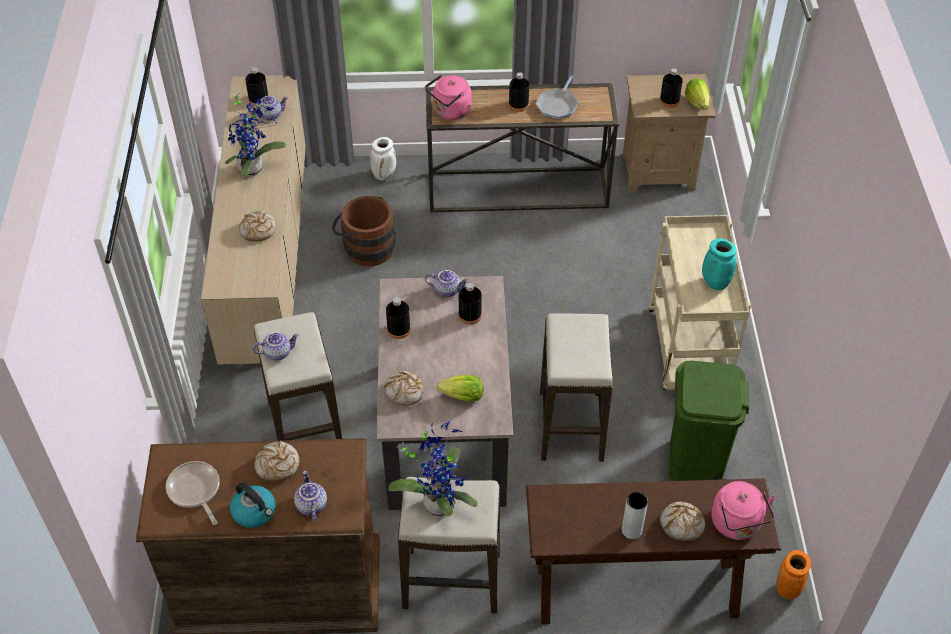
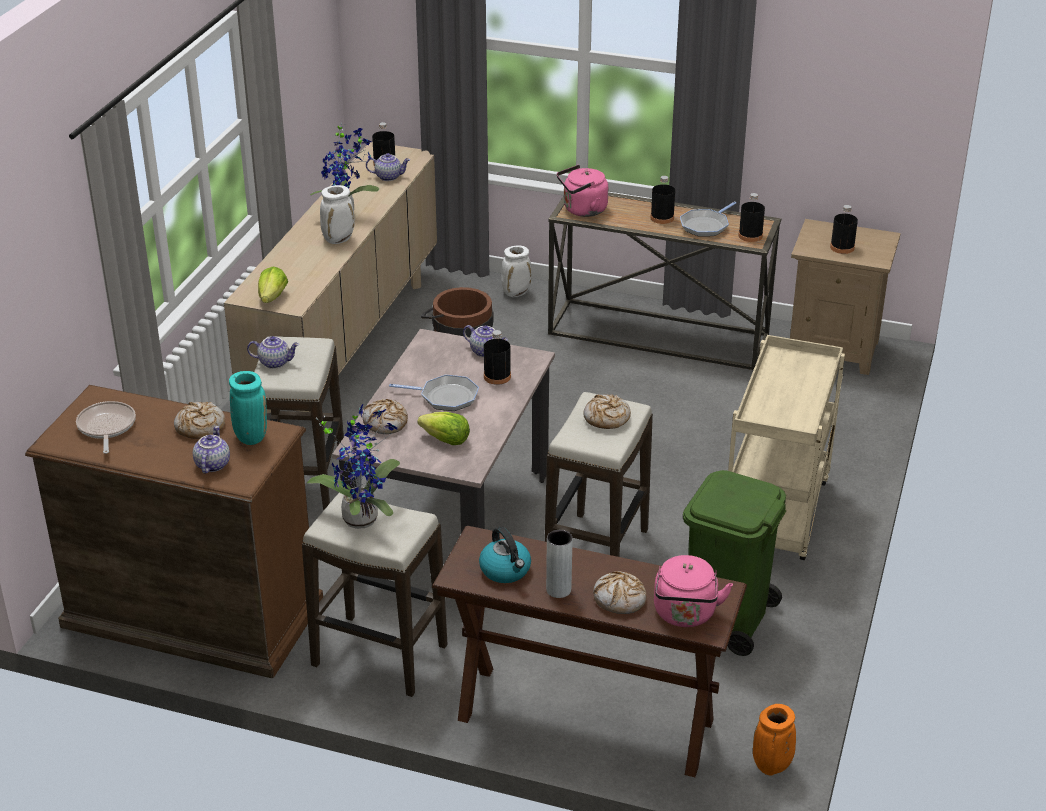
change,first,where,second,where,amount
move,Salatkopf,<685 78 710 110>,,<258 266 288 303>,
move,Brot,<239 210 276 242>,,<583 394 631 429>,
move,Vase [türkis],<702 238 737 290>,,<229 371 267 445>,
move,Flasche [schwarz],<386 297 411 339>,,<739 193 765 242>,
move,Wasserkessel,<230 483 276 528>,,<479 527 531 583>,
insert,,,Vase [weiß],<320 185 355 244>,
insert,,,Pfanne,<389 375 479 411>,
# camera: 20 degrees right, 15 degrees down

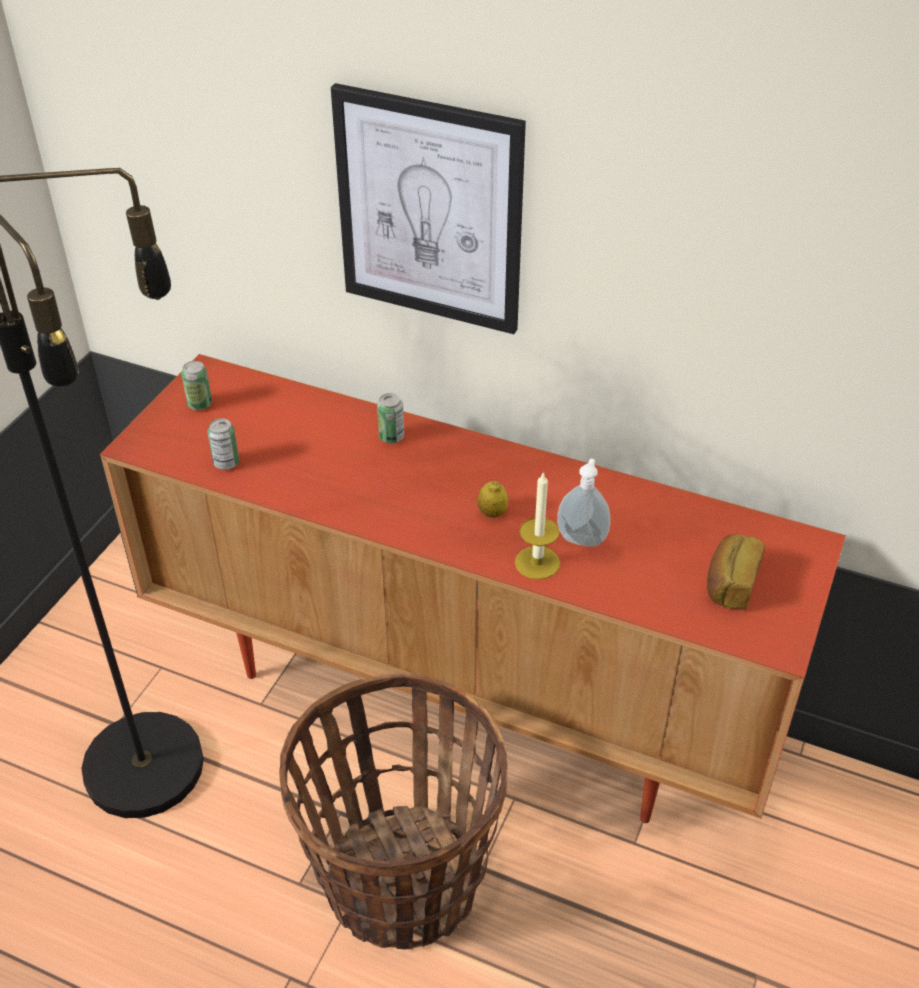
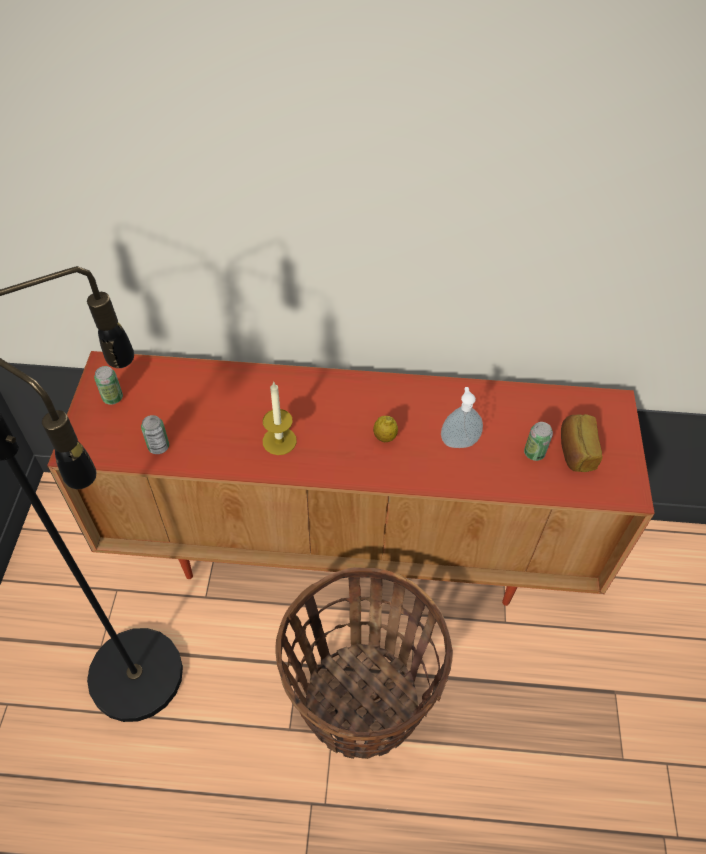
change,first,where,second,where,amount
delete,Bild,<331 83 526 334>,,,
move,Dose,<377 393 404 443>,,<524 422 553 461>,
move,Kerze,<515 471 560 580>,,<263 381 297 455>,
# camera: 20 degrees left, 10 degrees up

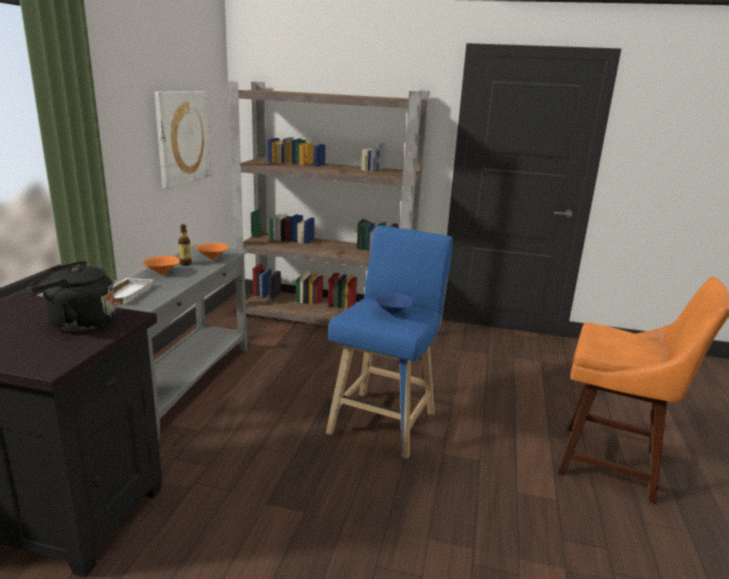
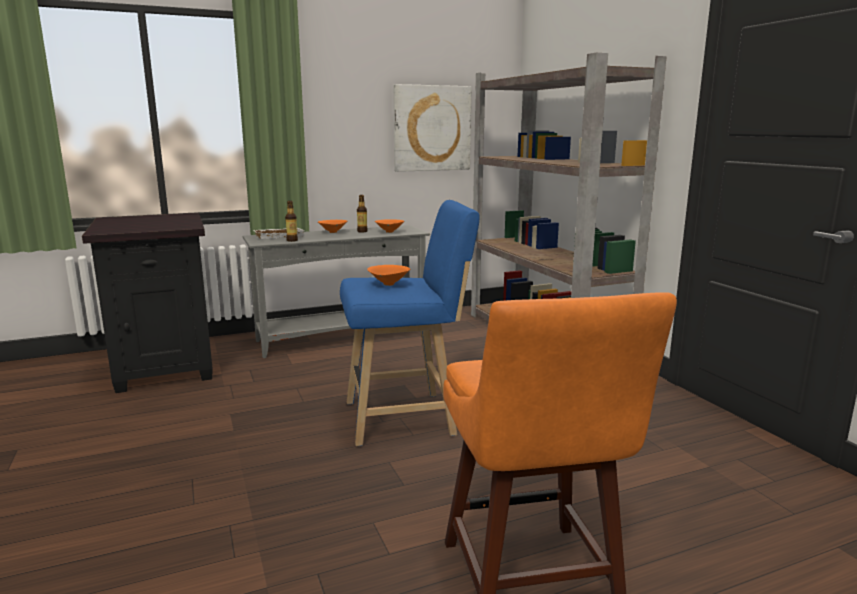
change,first,where,second,where,amount
delete,Wasserkessel [schwarz],<28 261 116 332>,,,
recolor,Schüssel [blau],<374 293 413 315>,Schüssel [orange],<367 265 410 286>,
insert,,,Flasche,<285 201 298 242>,
# camera: 55 degrees right, 5 degrees down

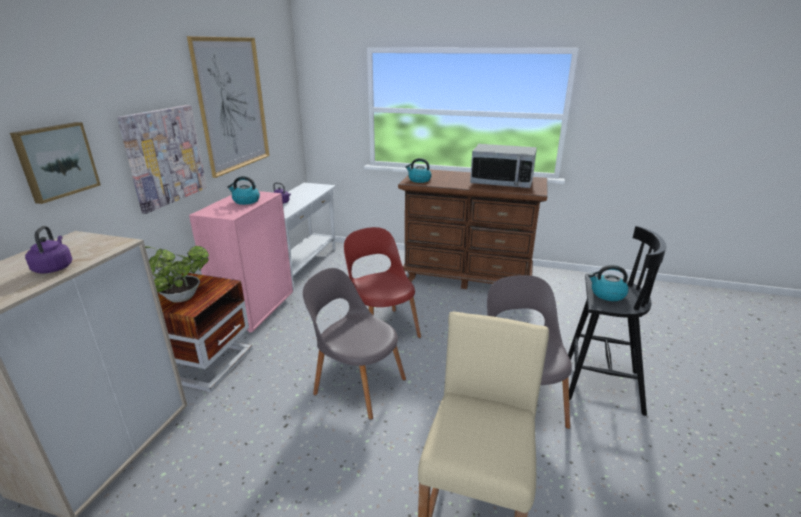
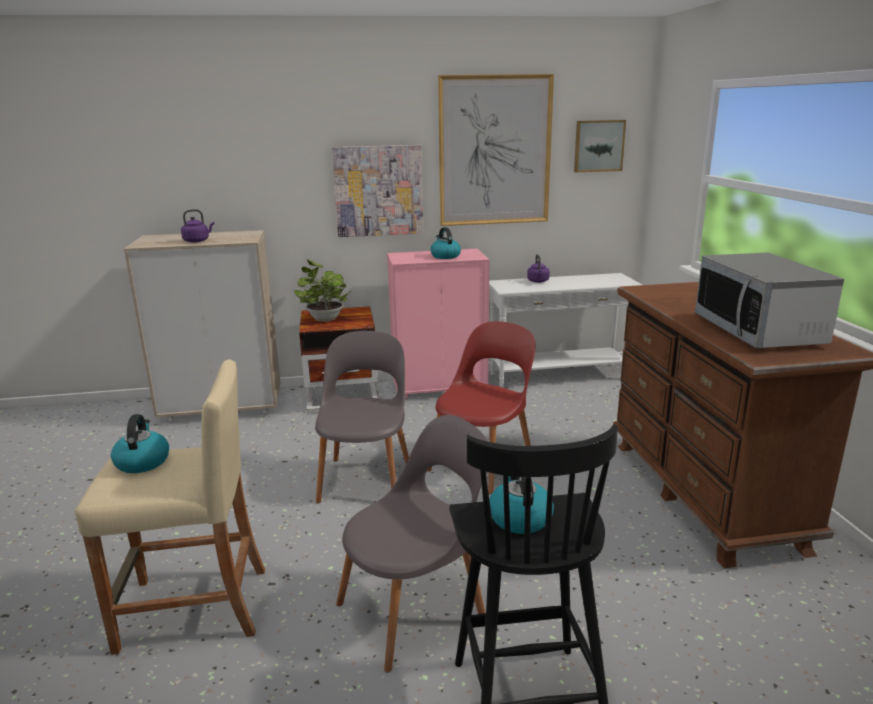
change,first,where,second,where,amount
move,Bild,<10 122 101 204>,,<574 120 626 172>,
move,Wasserkessel,<406 158 432 183>,,<111 414 169 473>,
# camera: 65 degrees right, 5 degrees down

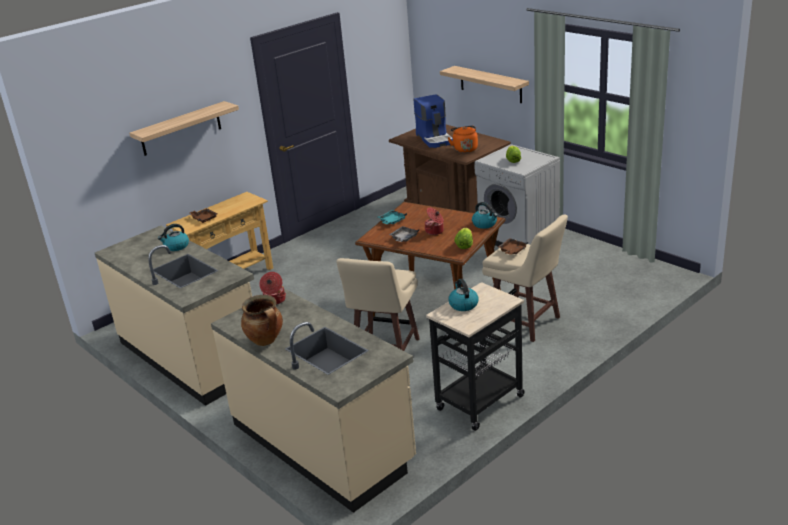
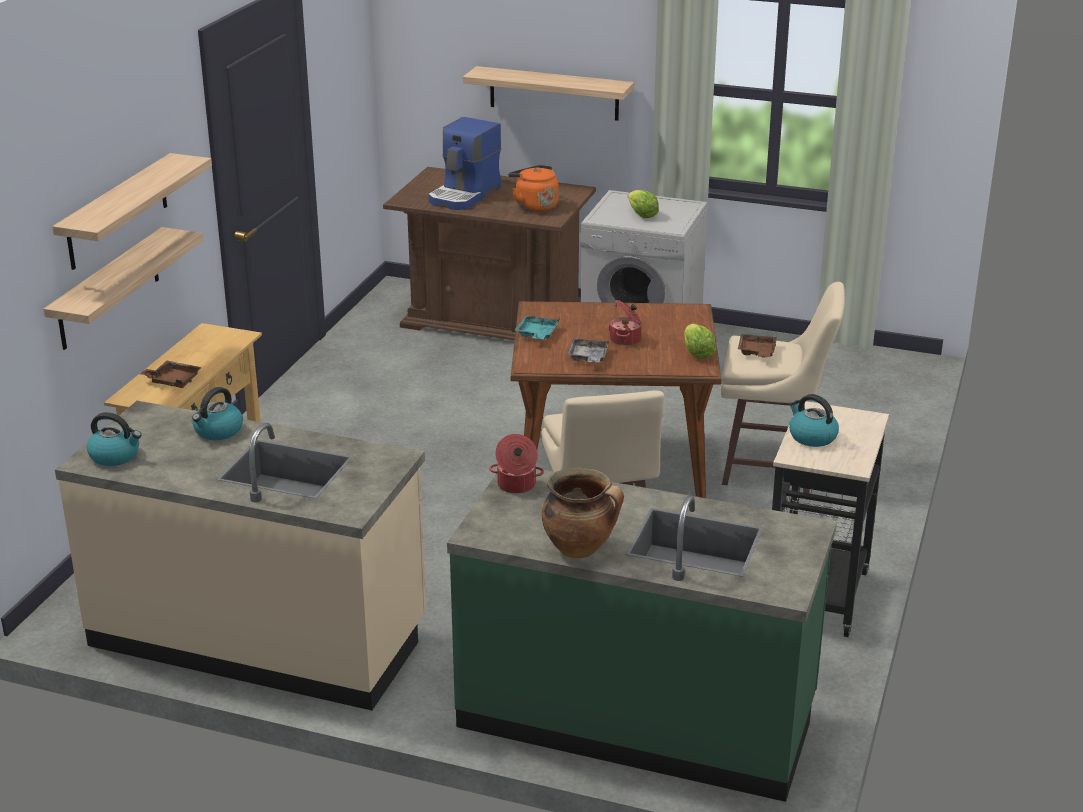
change,first,where,second,where,amount
rotate,Kaffeemaschine,<414 94 453 148>,,<428 117 501 210>,75 degrees clockwise
move,Wasserkessel,<472 202 498 229>,,<87 412 141 466>,
recolor,Küchenzeile [beige],<211 289 416 513>,Küchenzeile [grün],<447 469 837 802>,
insert,,,Wandregal,<44 227 203 350>,
# camera: 30 degrees left, 0 degrees up

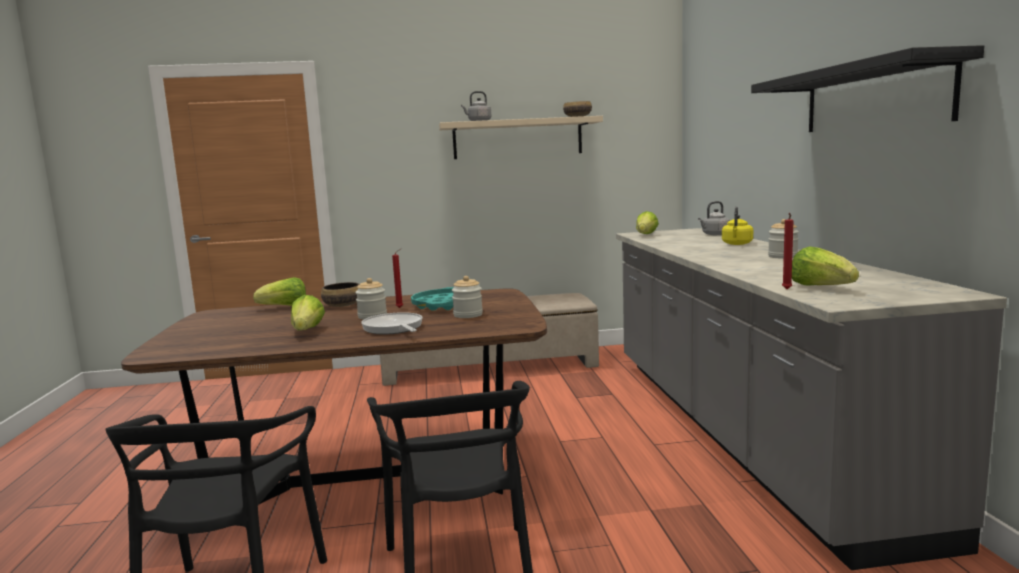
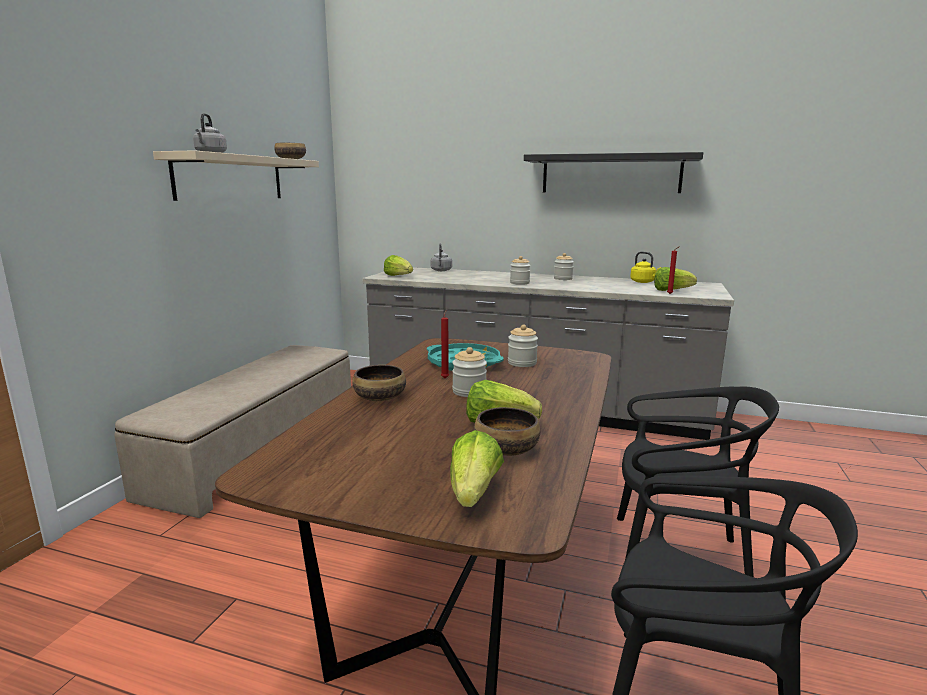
change,first,where,second,where,amount
move,Wasserkessel [gelb],<722 207 753 245>,,<630 252 661 283>,
move,Salatkopf,<253 277 306 306>,,<450 430 504 507>,
delete,Pfanne,<361 312 423 335>,,,
insert,,,Vorratsglas,<510 256 531 285>,
insert,,,Schüssel,<474 407 540 456>,
# camera: 65 degrees left, 5 degrees up

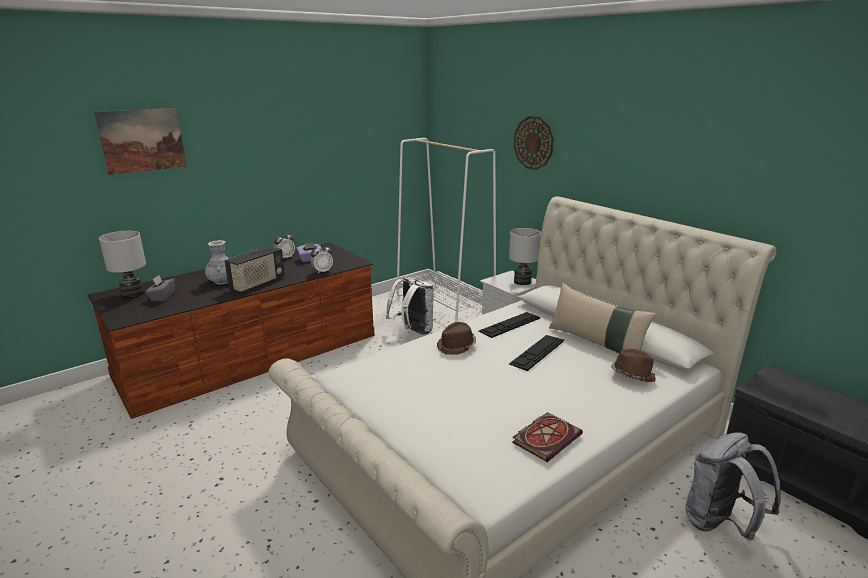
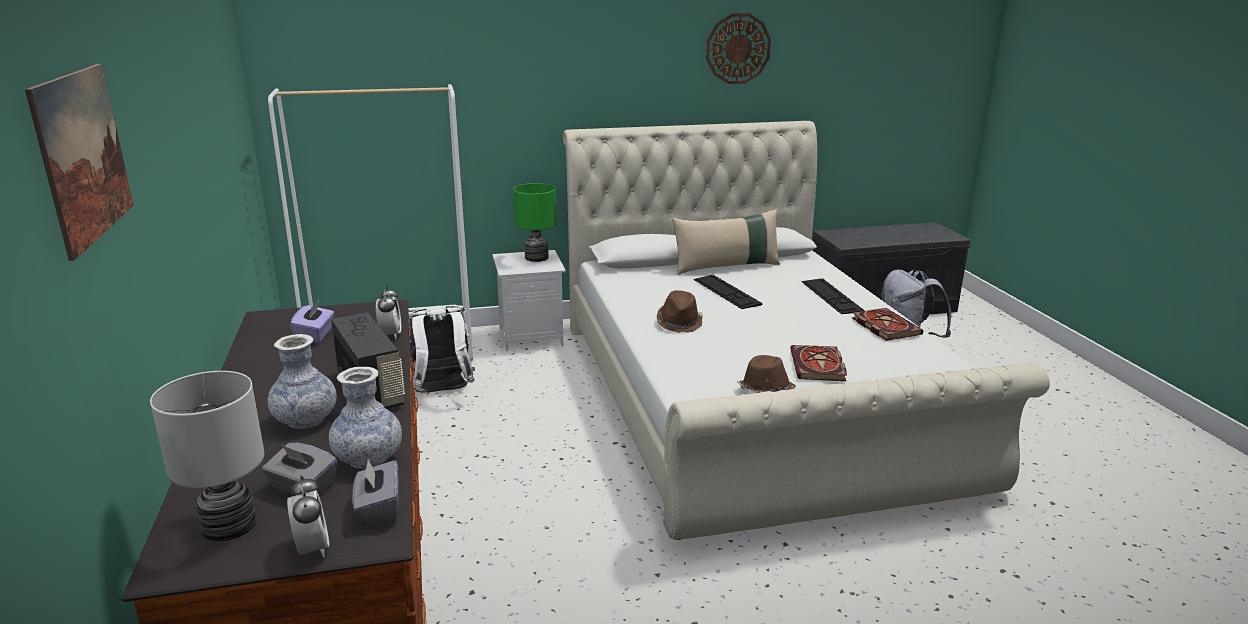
change,first,where,second,where,amount
move,Wanduhr,<514 116 554 170>,,<706 13 771 84>,
recolor,Tischlampe [grau],<509 228 541 285>,Tischlampe [grün],<514 183 556 262>,
move,Wecker,<274 232 295 258>,,<287 475 329 558>,
move,Tastatur,<479 312 540 338>,,<802 278 864 314>,
move,Hut [braun],<611 349 656 382>,,<738 355 796 393>,
insert,,,Buch,<790 345 847 381>,
insert,,,Vase,<329 367 402 469>,
insert,,,Taschentuchbox [grau],<353 460 399 527>,
# camera: 65 degrees left, 0 degrees up

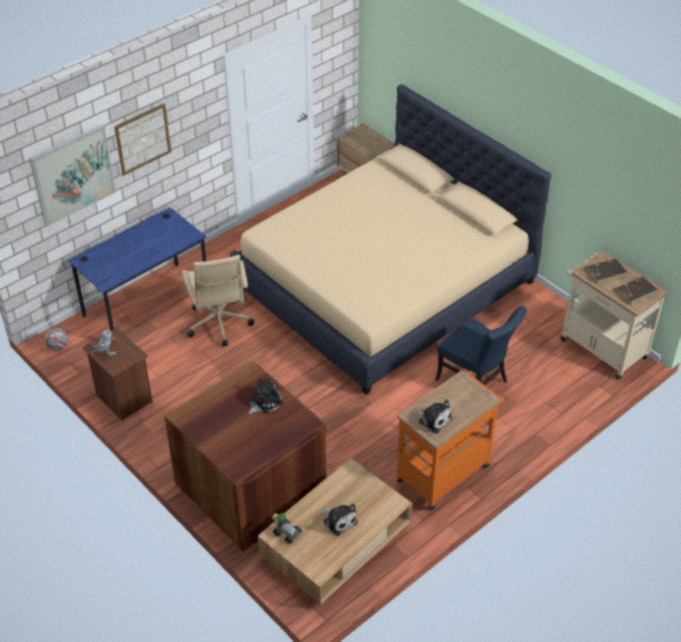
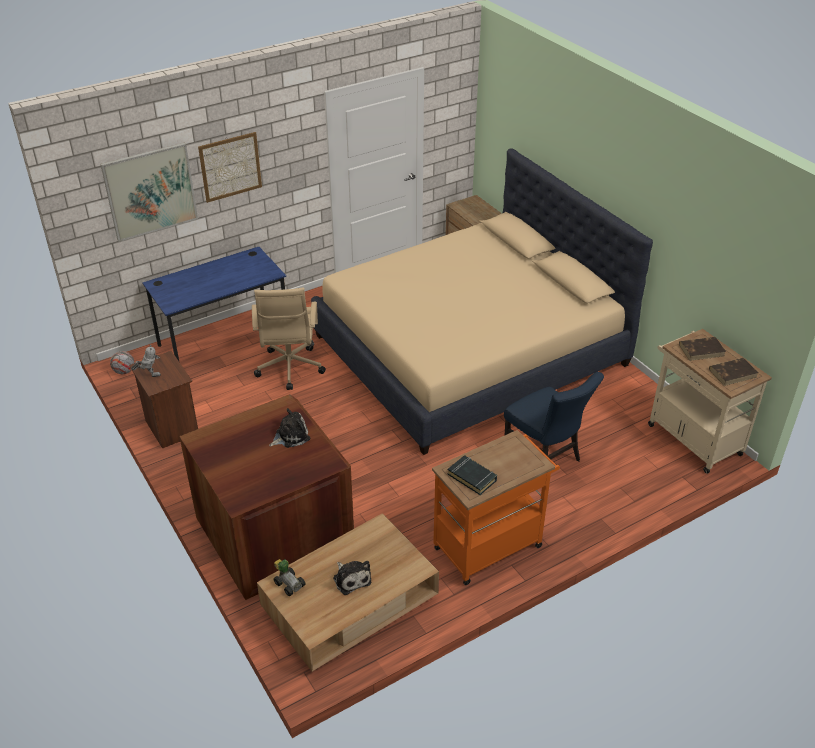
change,first,where,second,where,amount
replace,Plüschtier,<414 399 452 433>,Buch [schwarz],<447 455 497 495>,
# camera: 10 degrees right, 5 degrees down

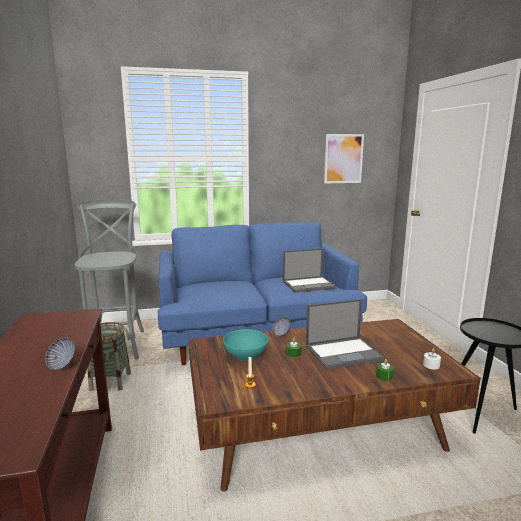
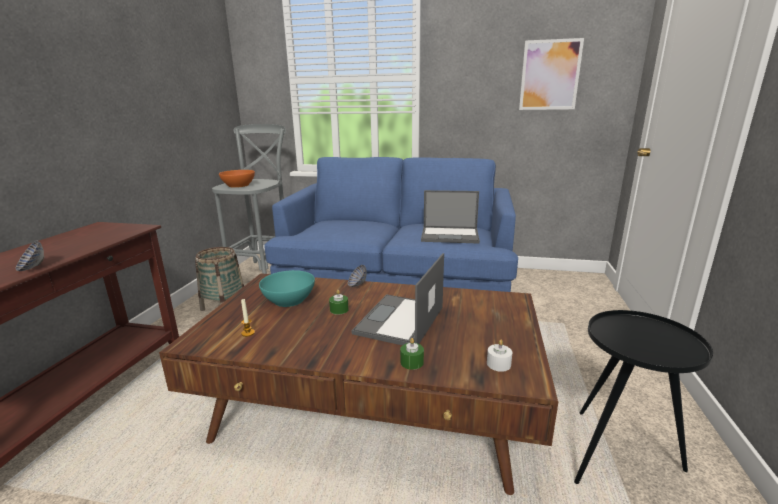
change,first,where,second,where,amount
rotate,Laptop,<306 299 385 370>,,<351 253 444 345>,105 degrees clockwise
insert,,,Schüssel [orange],<219 170 255 188>,
# camera: 25 degrees right, 5 degrees up

